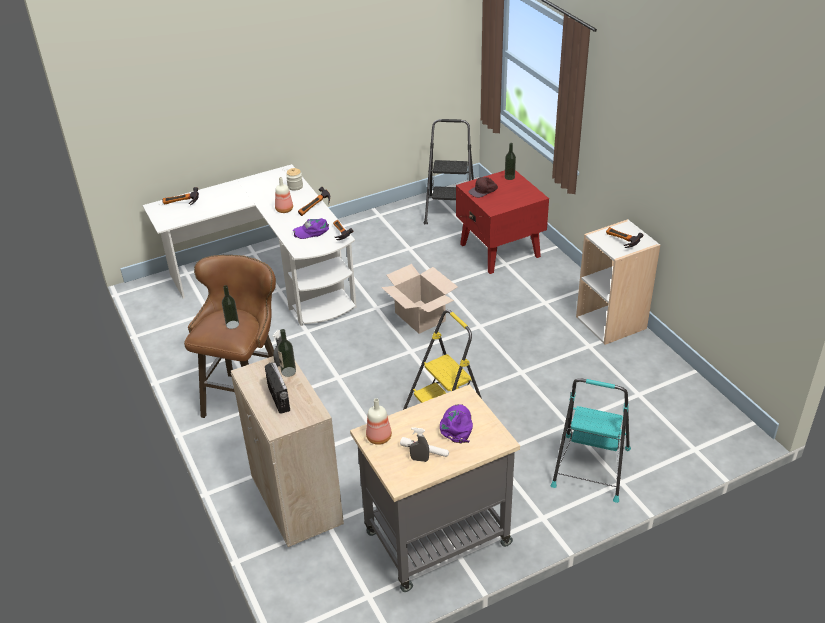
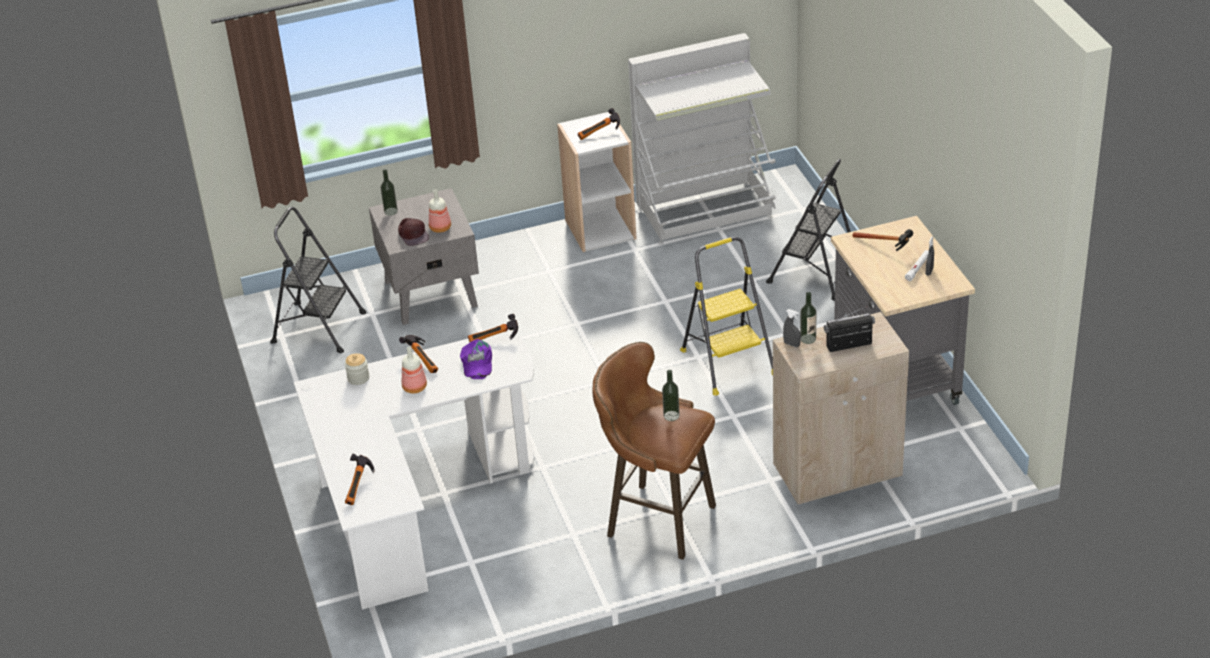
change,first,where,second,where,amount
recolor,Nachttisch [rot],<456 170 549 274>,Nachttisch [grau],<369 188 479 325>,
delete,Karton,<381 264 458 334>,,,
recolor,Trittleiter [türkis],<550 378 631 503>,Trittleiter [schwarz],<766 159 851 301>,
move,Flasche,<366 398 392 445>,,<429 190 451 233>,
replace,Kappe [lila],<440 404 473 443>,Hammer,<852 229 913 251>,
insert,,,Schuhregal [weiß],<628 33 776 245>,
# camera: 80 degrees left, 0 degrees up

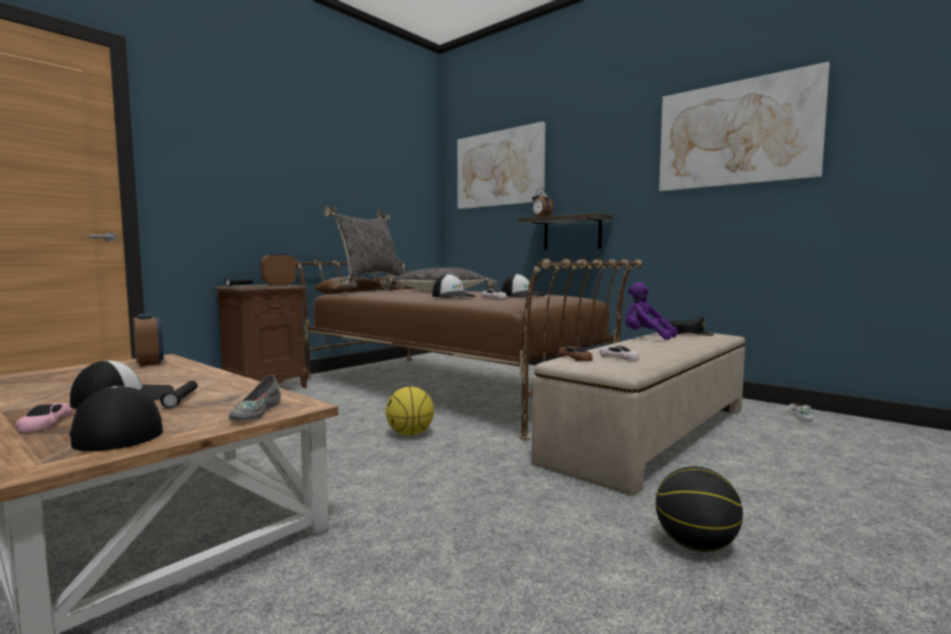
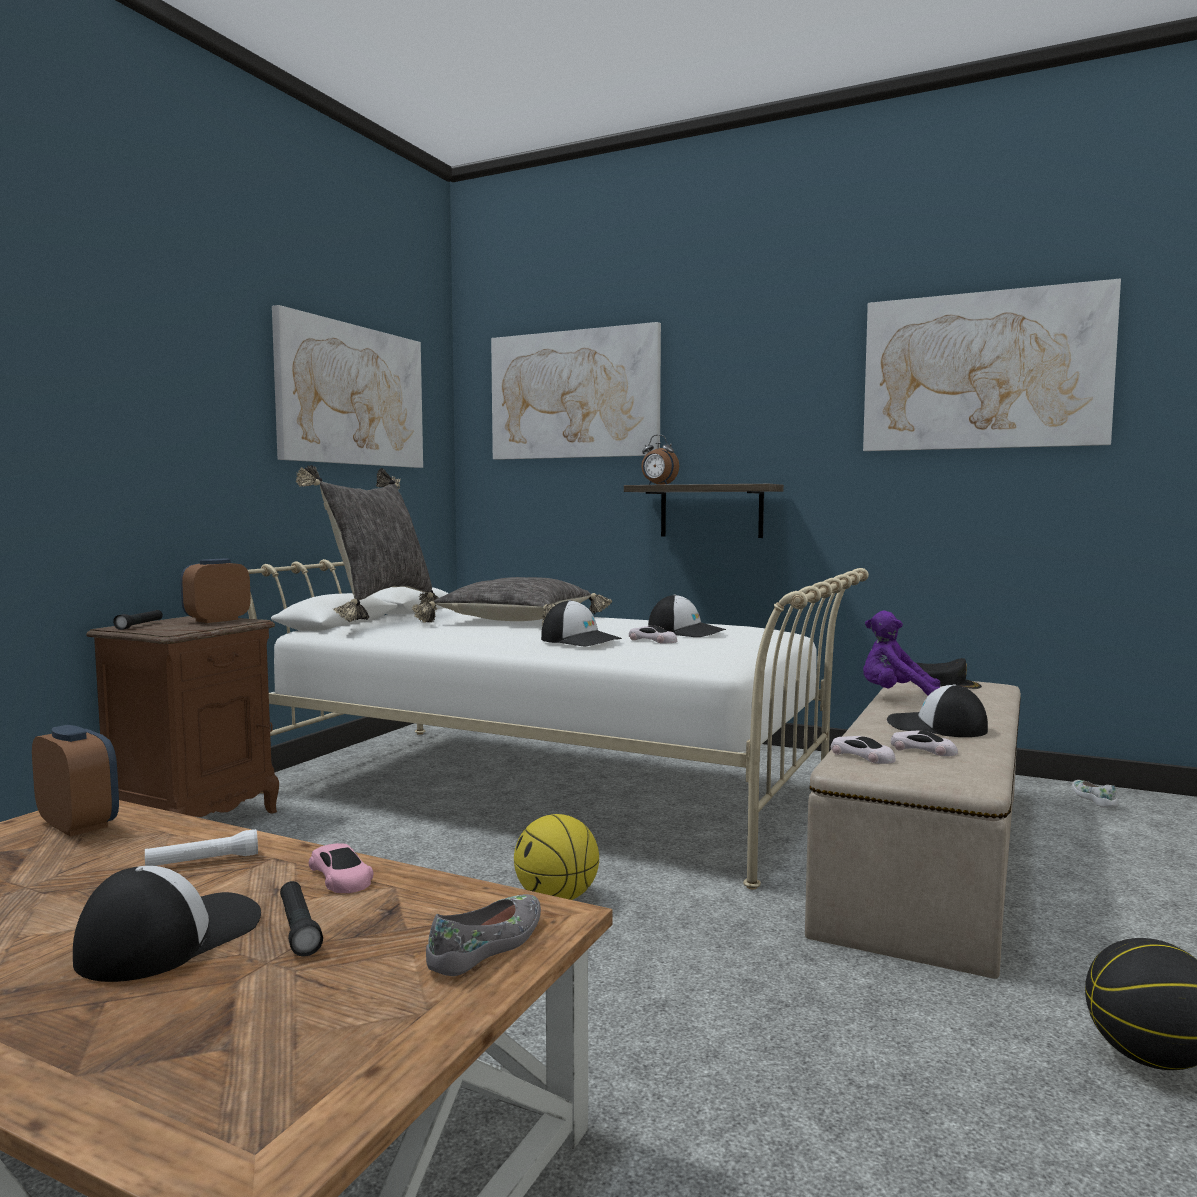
change,first,where,second,where,amount
recolor,Bett [braun],<295 259 643 440>,Bett [weiß],<248 559 869 889>,
recolor,Spielzeugauto [braun],<558 346 592 361>,Spielzeugauto [weiß],<831 736 896 764>,
rotate,Schuh [grau],<229 375 280 420>,,<426 894 541 976>,135 degrees counterclockwise
move,Kappe,<69 386 163 451>,,<887 684 988 737>,
move,Spielzeugauto [rosa],<16 403 72 432>,,<309 843 374 893>,
insert,,,Bild,<272 305 423 468>,
insert,,,Taschenlampe [weiß],<145 829 258 866>,
# camera: 15 degrees left, 0 degrees up

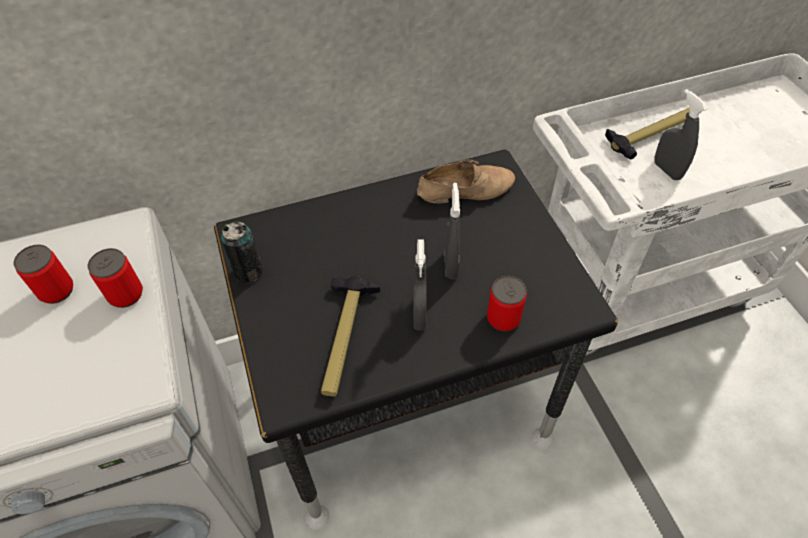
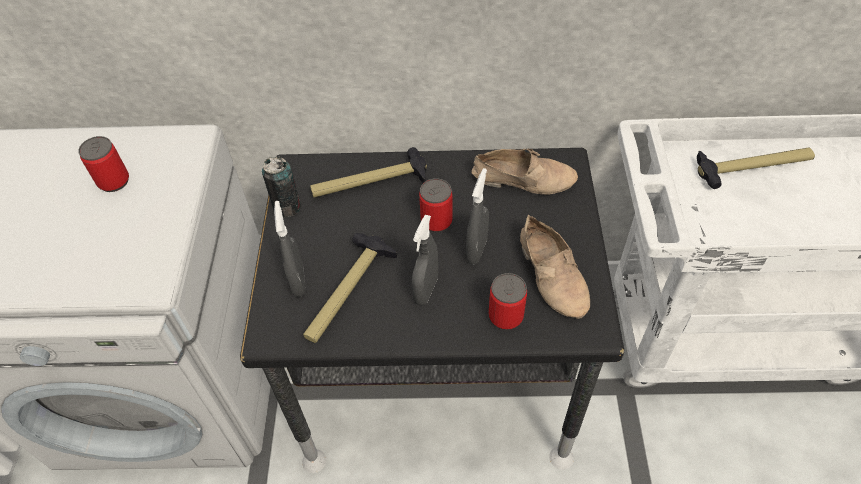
change,first,where,second,where,amount
move,Sprühflasche [grau],<654 89 708 180>,,<274 201 306 297>,
move,Dose,<88 248 143 308>,,<419 178 453 232>,
insert,,,Hammer,<310 147 427 197>,
insert,,,Schuh [beige],<520 215 590 319>,
# camera: 20 degrees right, 0 degrees up

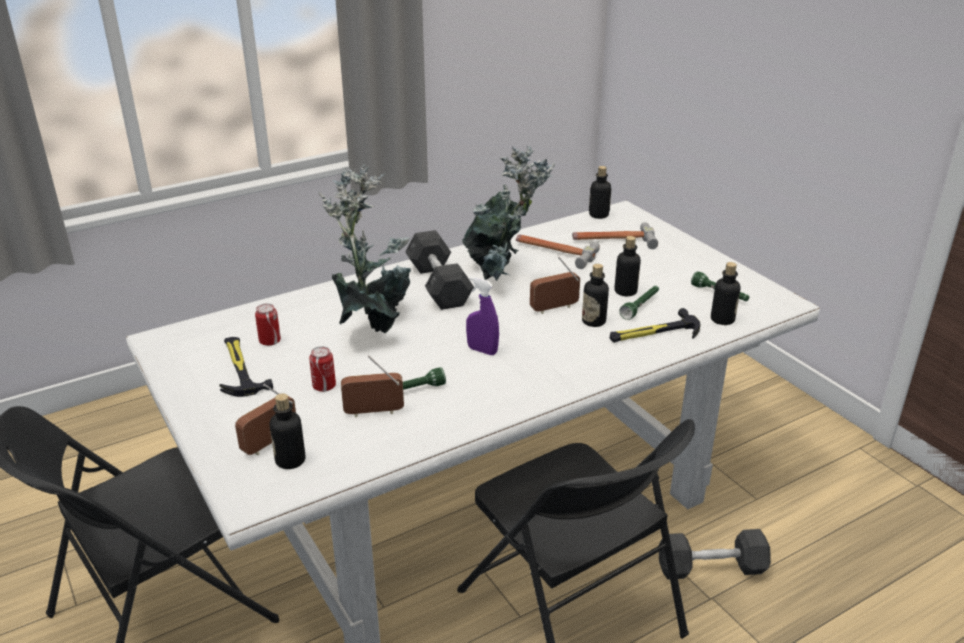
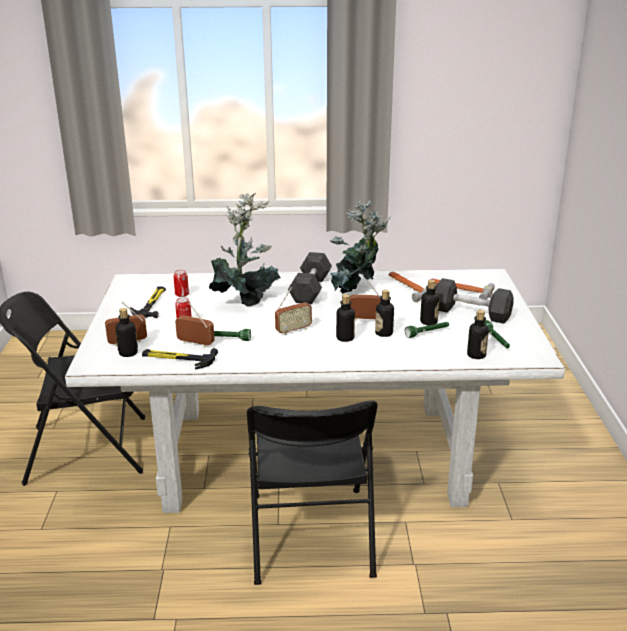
change,first,where,second,where,amount
move,Flasche,<589 166 611 219>,,<336 294 355 342>,
replace,Sprühflasche [lila],<466 277 499 355>,Radio,<275 287 312 335>,
move,Hammer,<610 308 701 343>,,<142 348 218 369>,
move,Hantel [grau],<659 529 771 580>,,<435 278 514 324>,
# camera: 30 degrees right, 5 degrees down

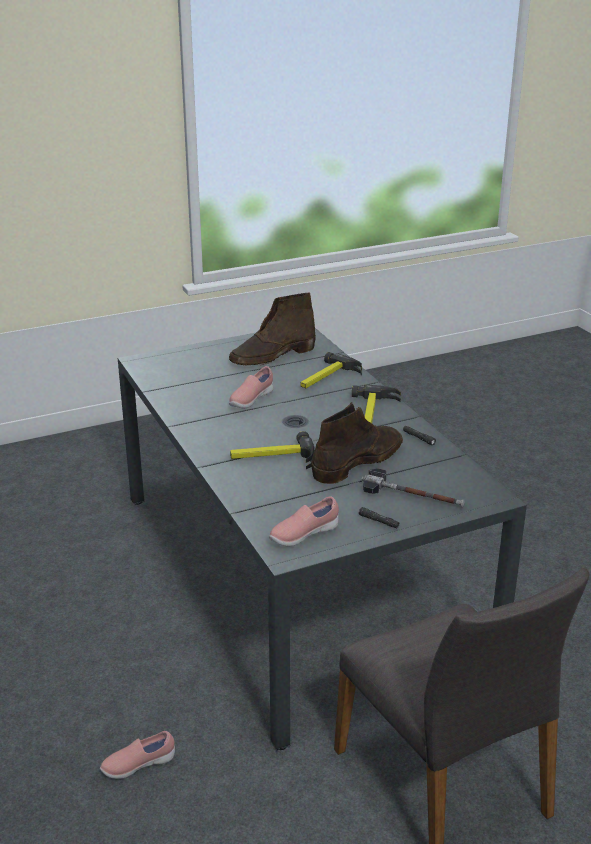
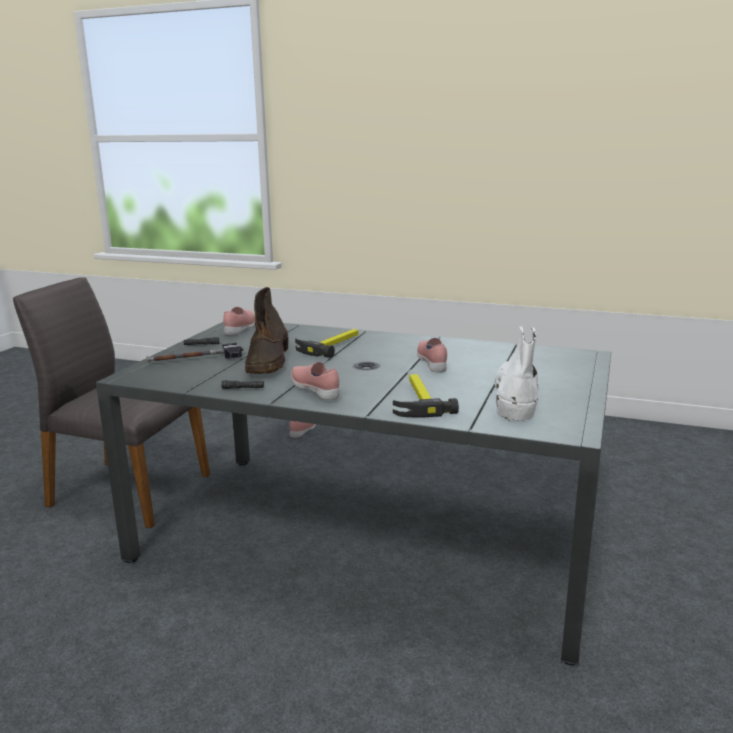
change,first,where,second,where,amount
recolor,Stiefel [braun],<229 293 316 366>,Stiefel [weiß],<494 326 539 421>,
replace,Hammer,<352 385 401 423>,Schuh [rosa],<291 362 340 400>,
# camera: 135 degrees right, 10 degrees down

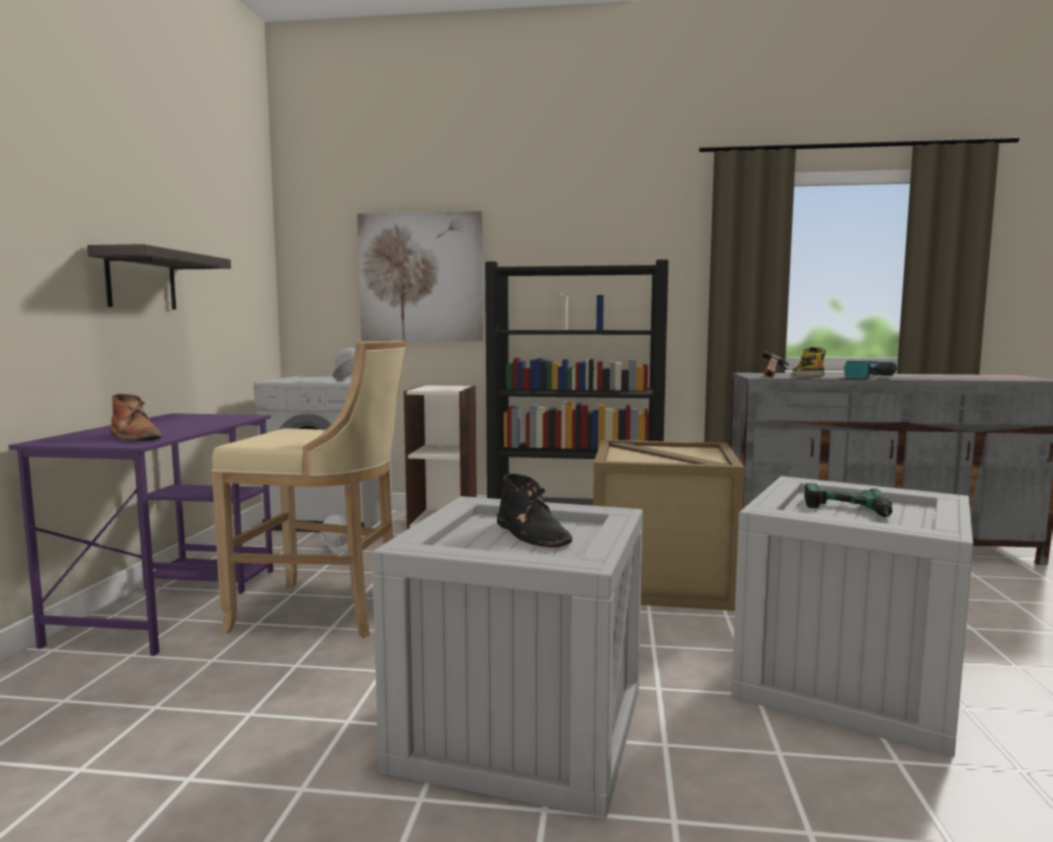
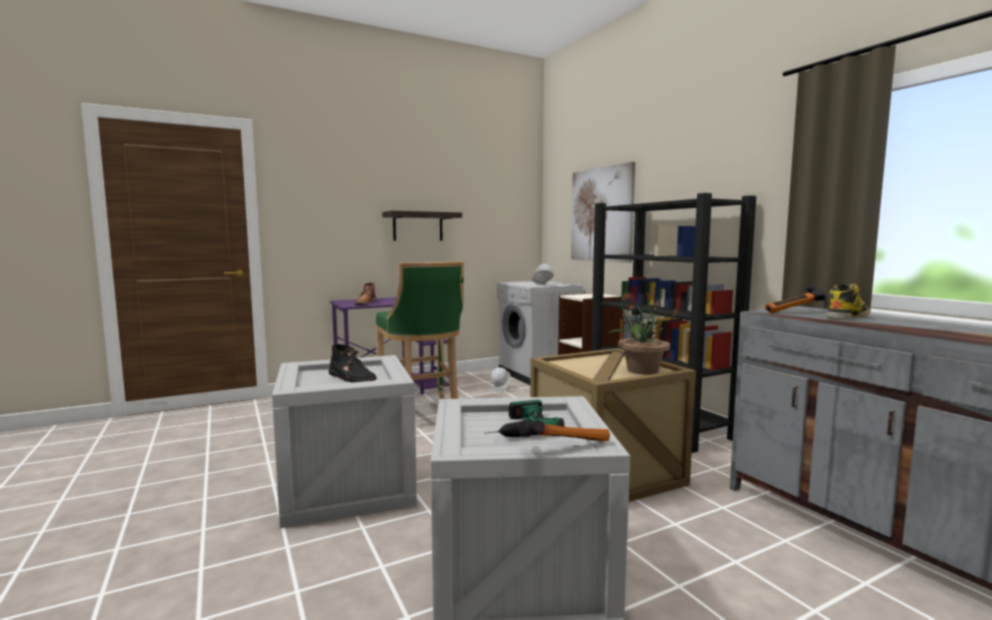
change,first,where,second,where,amount
recolor,Hocker [beige],<211 340 407 638>,Hocker [grün],<376 262 464 399>,
delete,Bohrmaschine,<844 360 897 379>,,,
rotate,Stiefel [schwarz],<497 474 573 547>,,<329 344 377 382>,75 degrees counterclockwise
insert,,,Topfpflanze,<607 292 678 375>,
insert,,,Hammer,<519 420 610 441>,
# camera: 55 degrees right, 0 degrees up

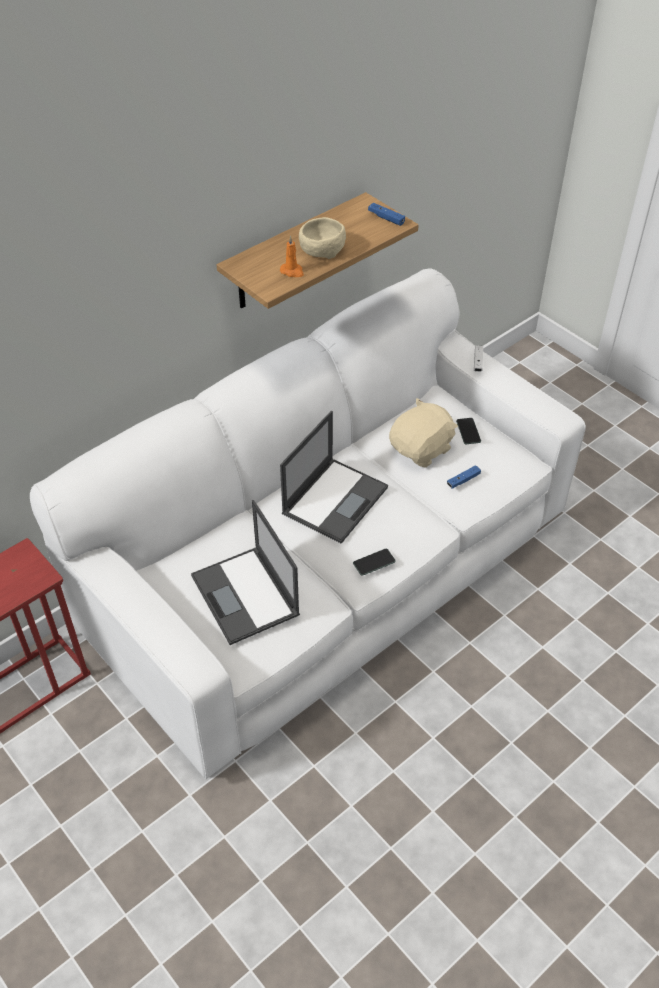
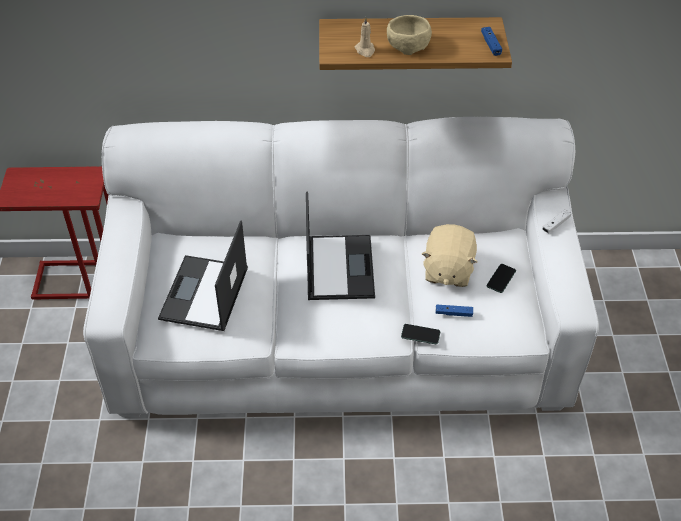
change,first,where,second,where,amount
recolor,Kerze [orange],<280 236 304 277>,Kerze [beige],<354 17 375 57>,
rotate,Plüschtier [beige],<389 398 458 468>,,<422 224 478 287>,105 degrees clockwise
rotate,Laptop,<280 411 388 544>,,<306 192 375 300>,75 degrees counterclockwise
move,Handy,<353 549 396 576>,,<401 324 440 344>,
# camera: 40 degrees right, 0 degrees up

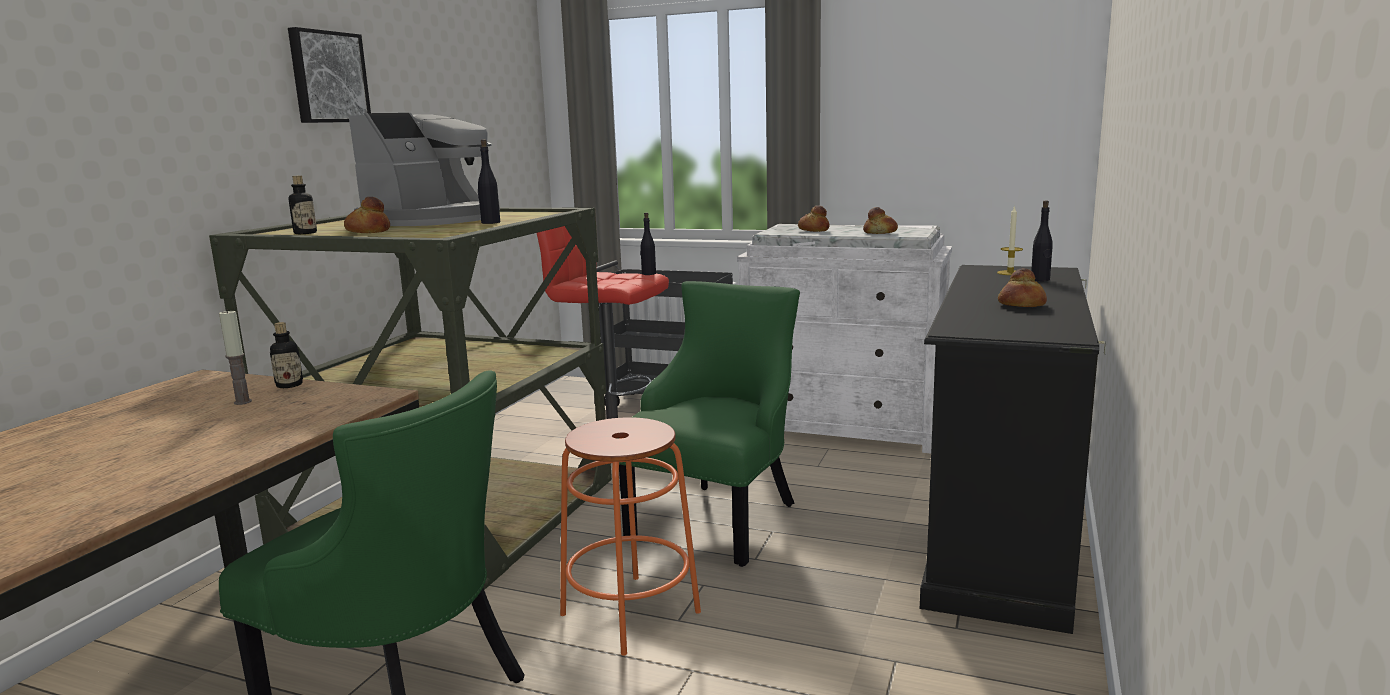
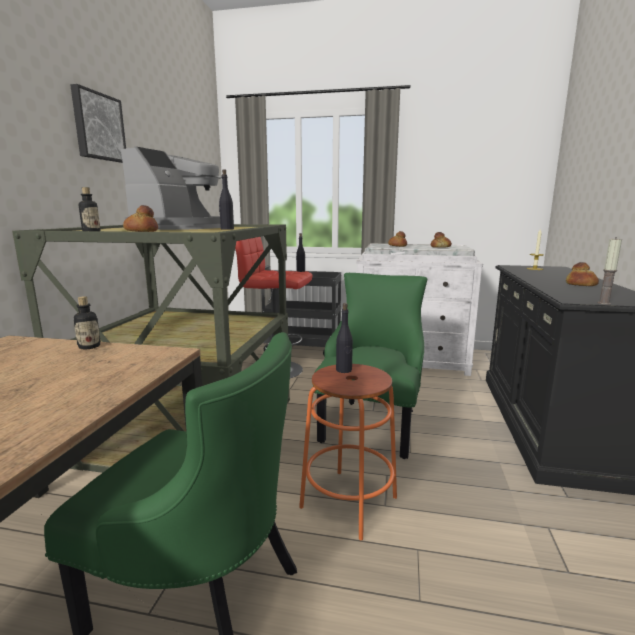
change,first,where,second,where,amount
move,Flasche [schwarz],<1031 200 1053 281>,,<336 303 353 373>,
move,Kerze,<219 309 252 405>,,<598 238 622 305>,
# camera: 10 degrees left, 0 degrees up

